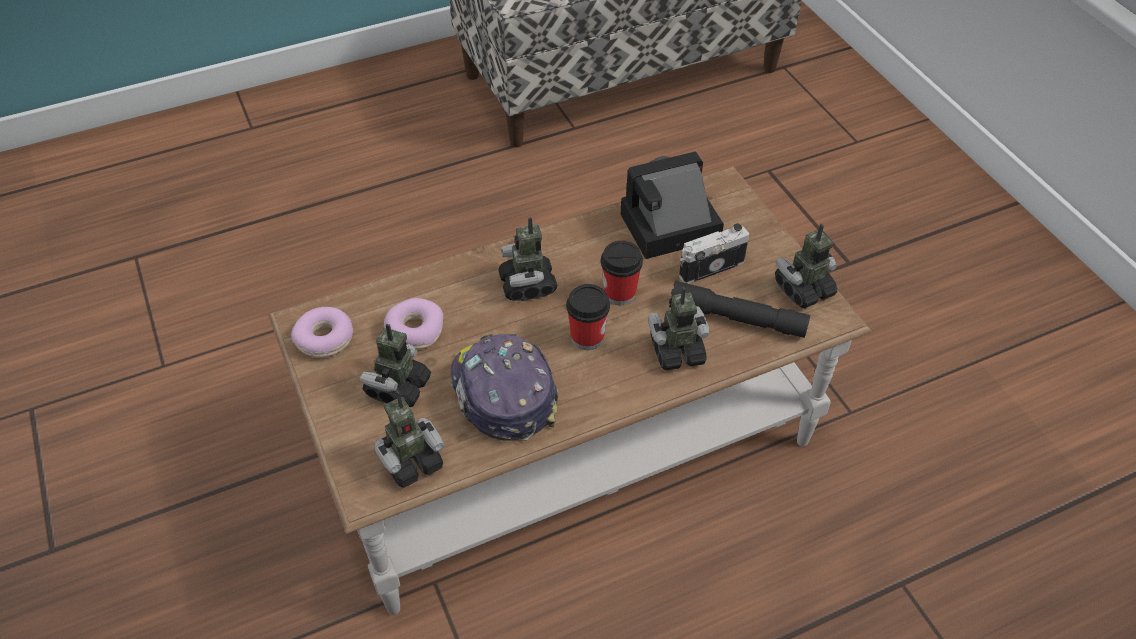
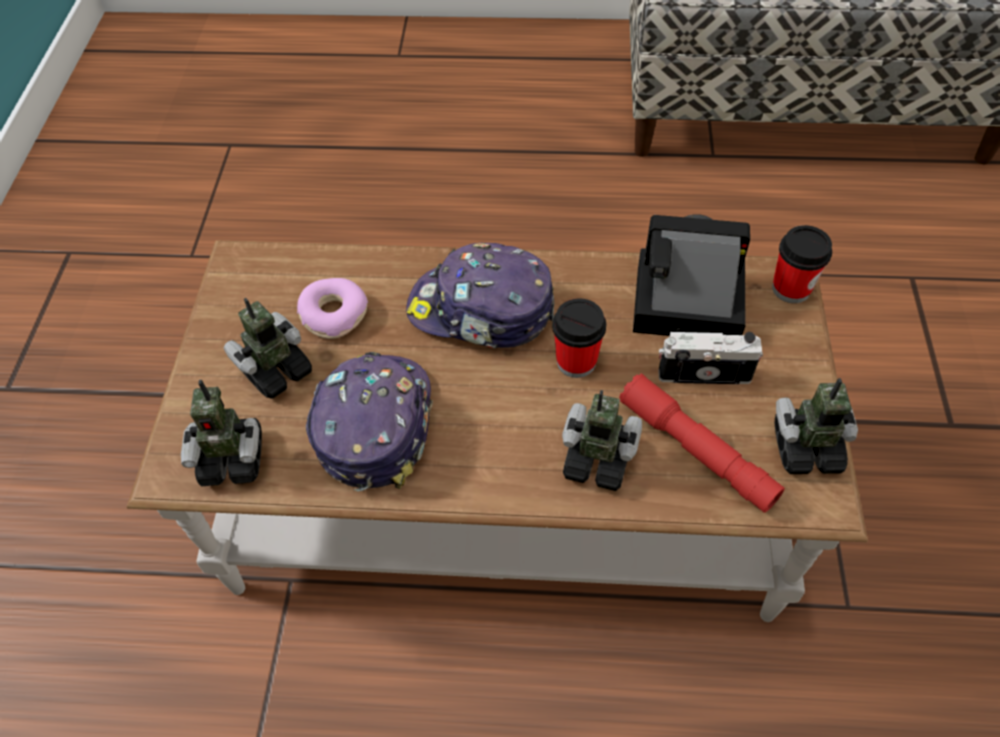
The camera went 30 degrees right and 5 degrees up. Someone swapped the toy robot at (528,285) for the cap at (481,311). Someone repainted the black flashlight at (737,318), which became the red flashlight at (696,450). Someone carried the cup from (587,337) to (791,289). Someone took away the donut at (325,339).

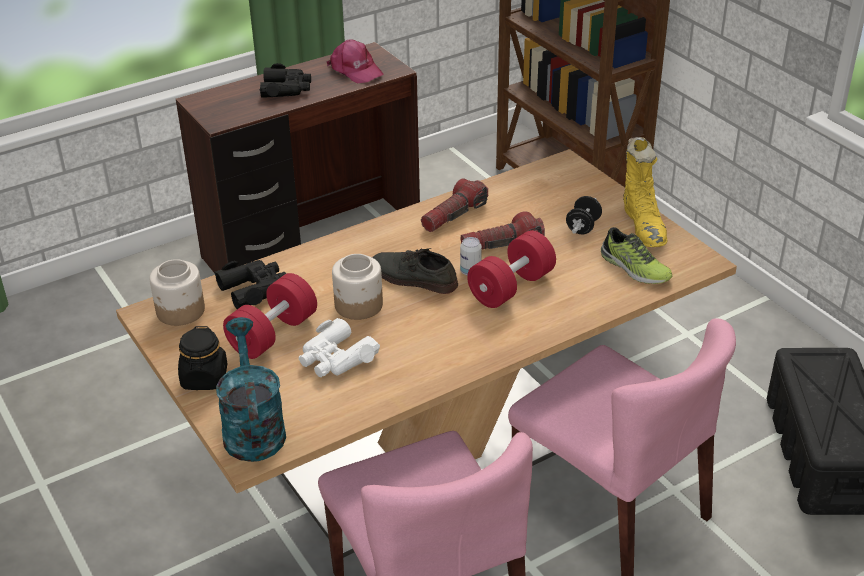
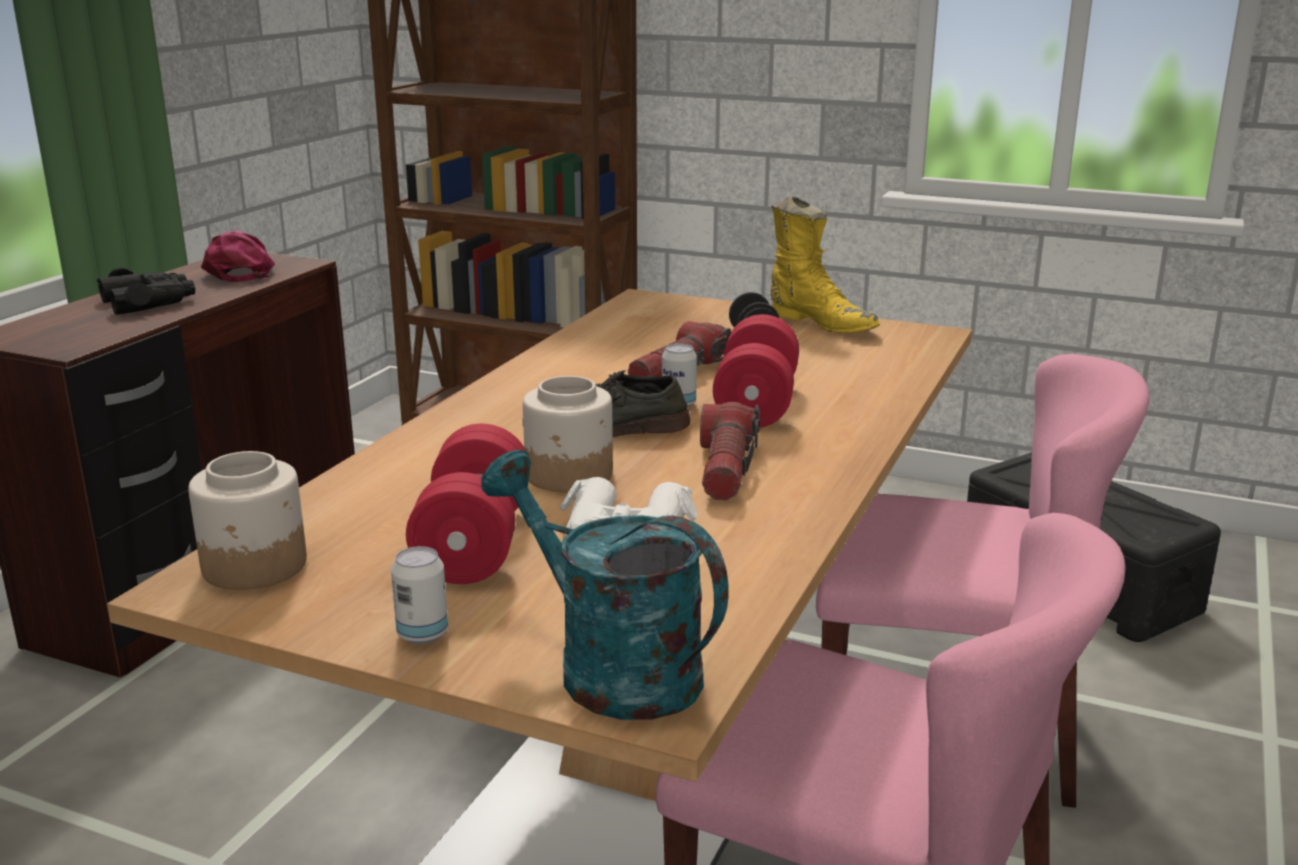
The camera went 35 degrees left and 15 degrees down. Someone rotated the pink cap at (355,70) by 120 degrees counterclockwise. Someone swapped the black jar at (204,378) for the can at (422,634). Someone carried the flashlight from (454,215) to (726,469). Someone took away the black binoculars at (254,289). Someone took away the shoe at (634,268).

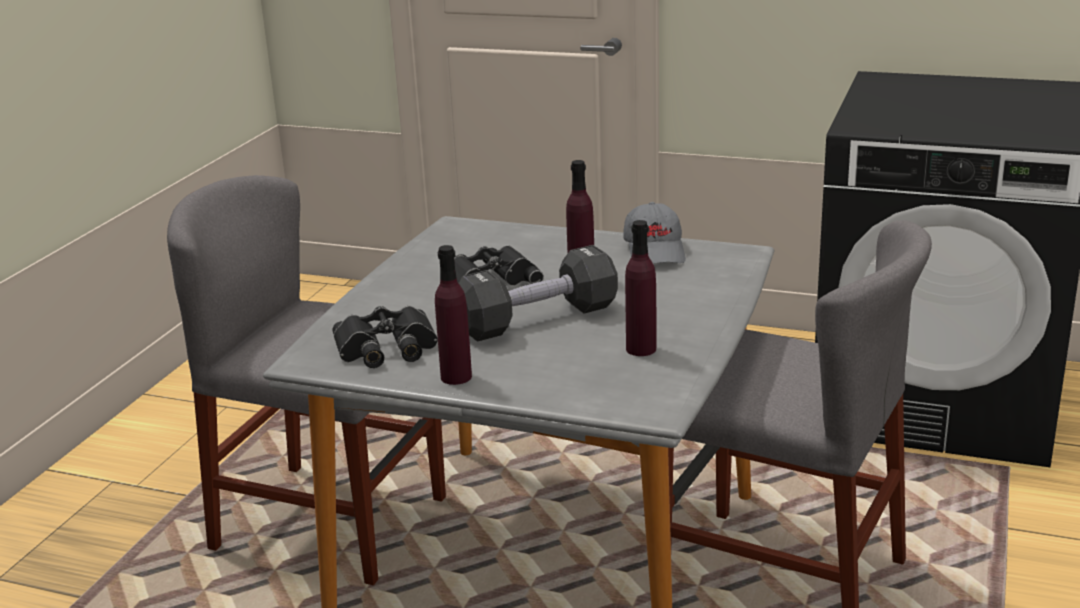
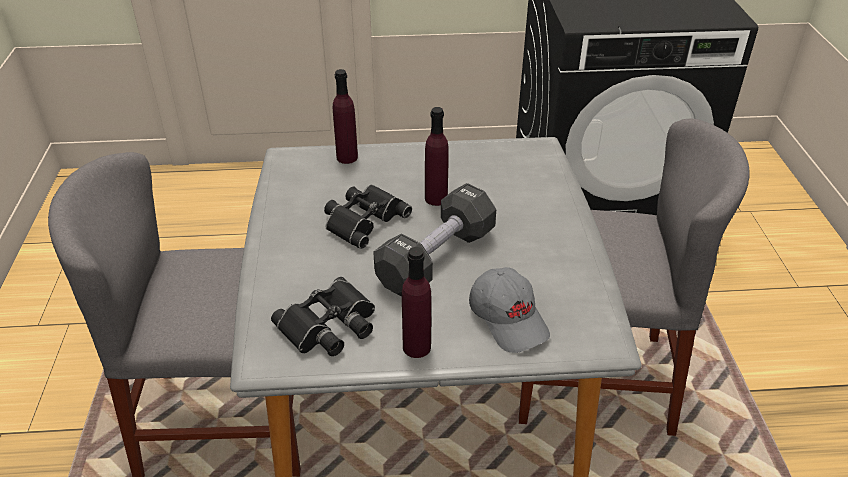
The camera went 25 degrees left and 15 degrees up. Someone carried the purple bottle from (641,349) to (347,157). Someone carried the grey cap from (655,251) to (509,319).

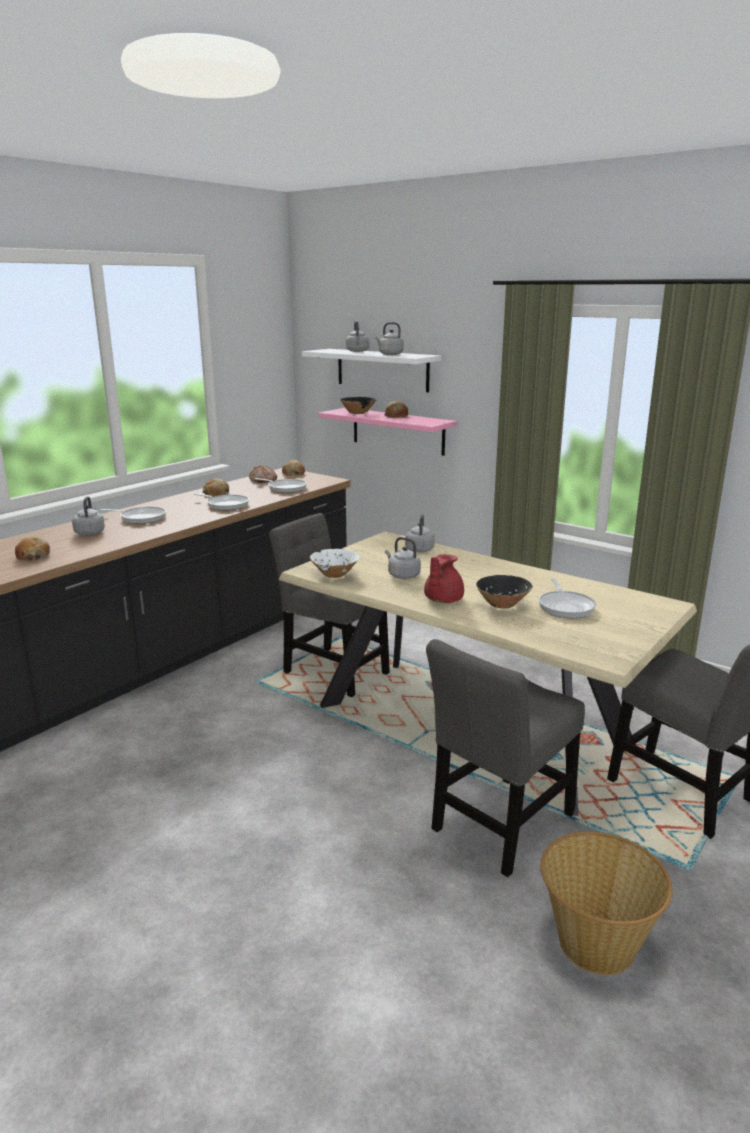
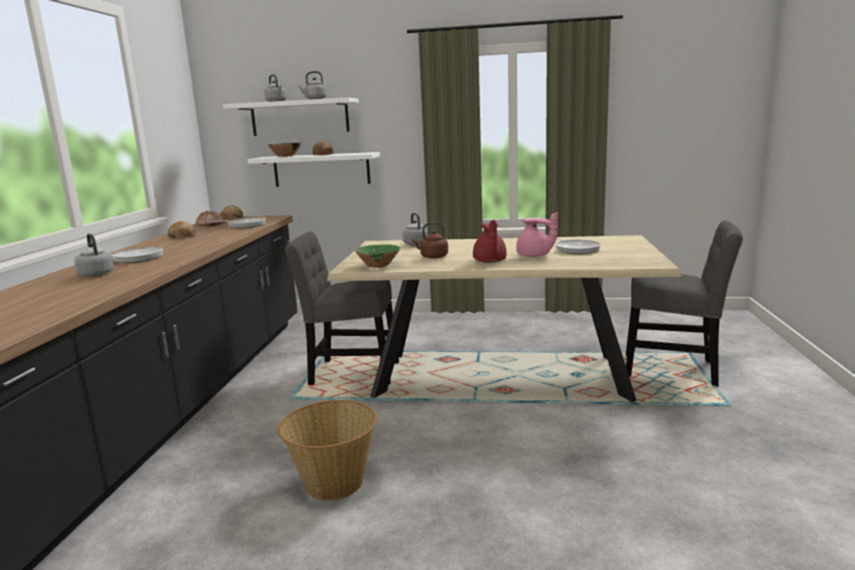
The camera went 30 degrees left and 5 degrees down. Someone repainted the pink shelf at (398,431), which became the white shelf at (321,169). Someone carried the basket from (596,942) to (334,482). Someone repainted the white bowl at (335,574), which became the green bowl at (378,266). Someone repainted the grey kettle at (402,575), which became the brown kettle at (432,257). Someone swapped the black bowl at (502,604) for the pink teapot at (534,256). Someone took away the bread at (33,556). Someone took away the frying pan at (226,505). Someone took away the grey chair at (500,827).

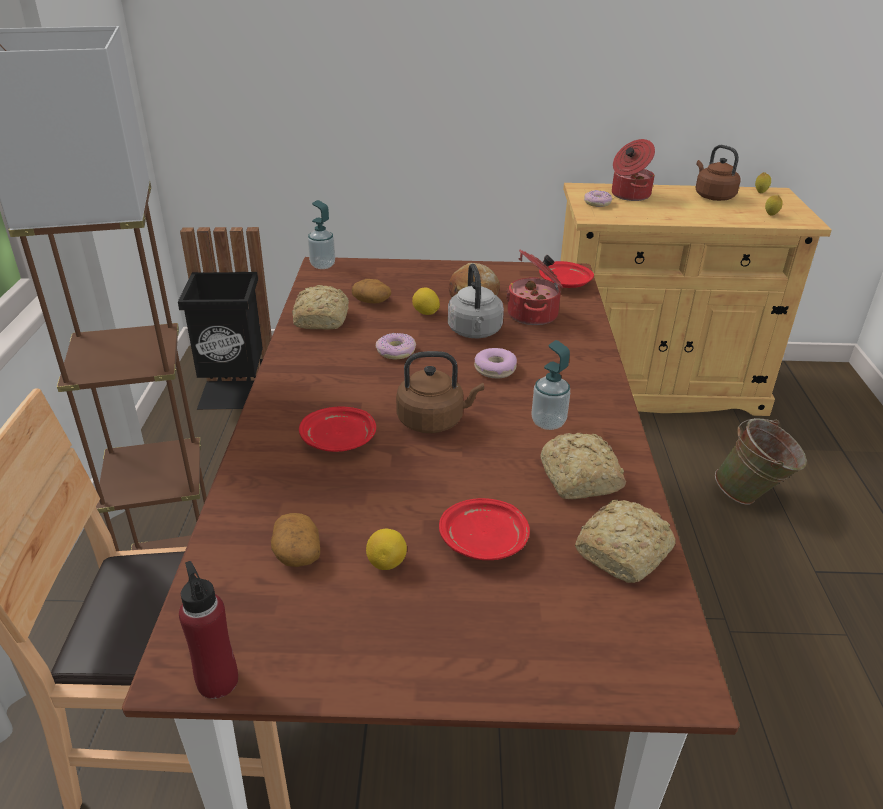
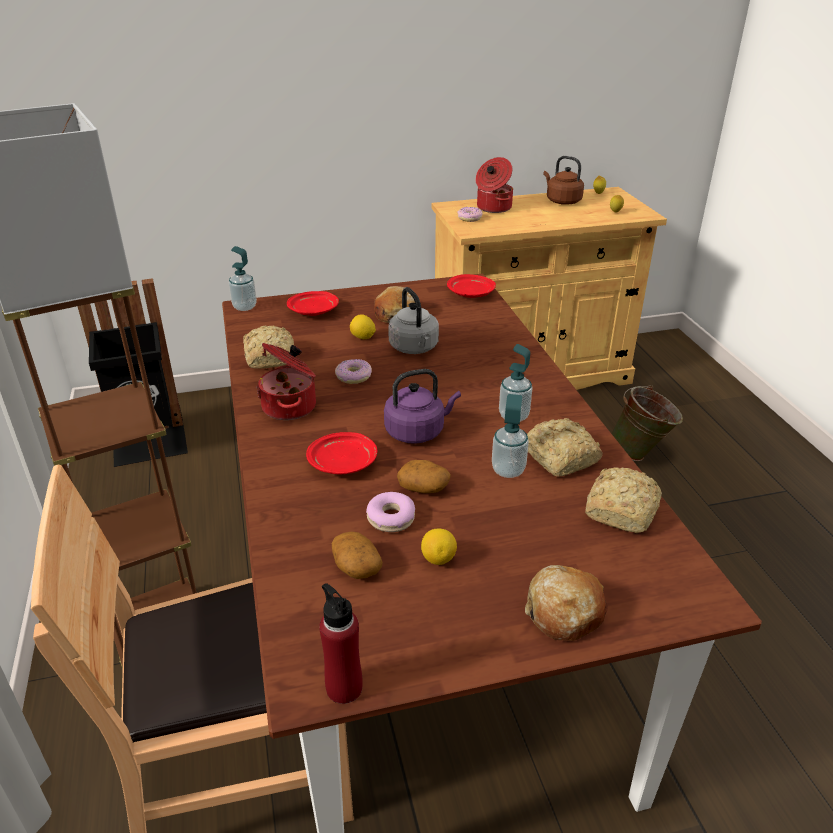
The camera went 15 degrees left and 0 degrees up. Someone carried the cooking pot from (534,315) to (291,406). Someone carried the red plate from (484,541) to (314,311). Someone carried the donut from (495,369) to (391,518). Someone repainted the brown kettle at (434,421), which became the purple kettle at (417,431). Someone carried the potato from (372,301) to (424,487). Someone put down the soap dispenser at (508,470). Someone put down the bread at (564,612).

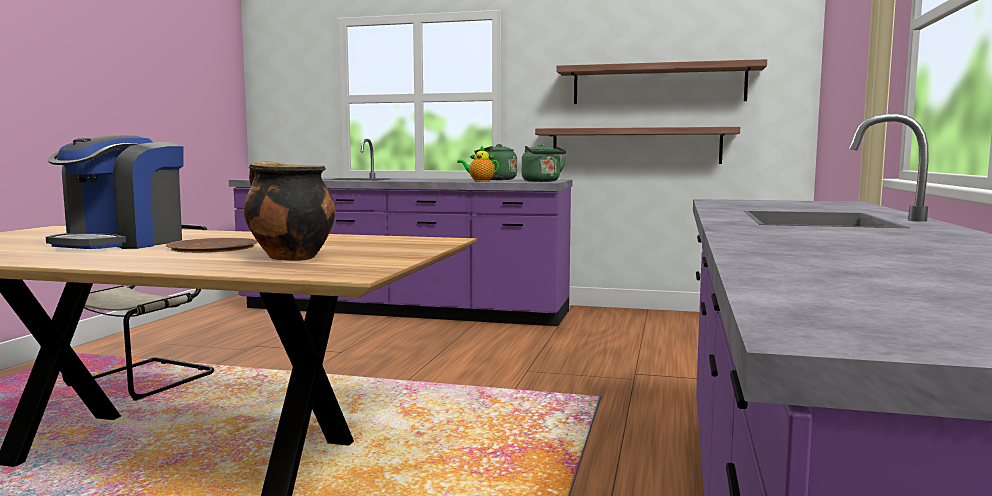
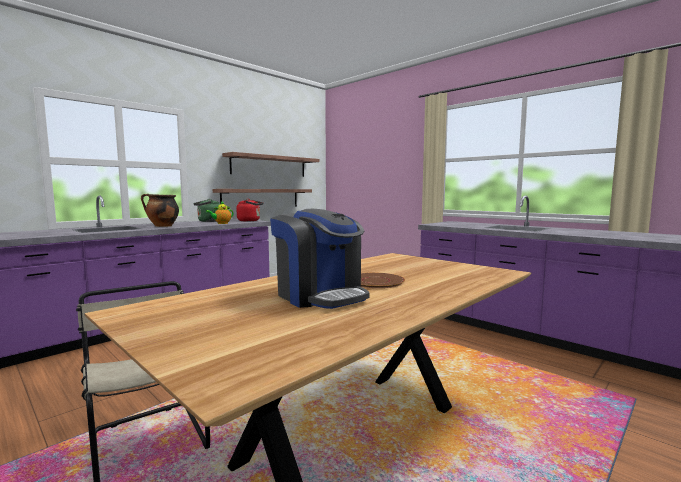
The camera went 60 degrees left and 0 degrees up. Someone carried the cooking pot from (289,258) to (162,226). Someone repainted the green kettle at (542,181), which became the red kettle at (250,221).

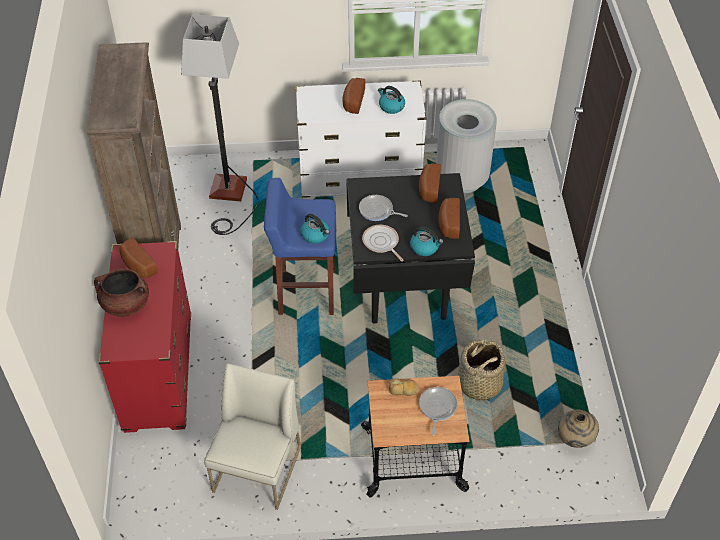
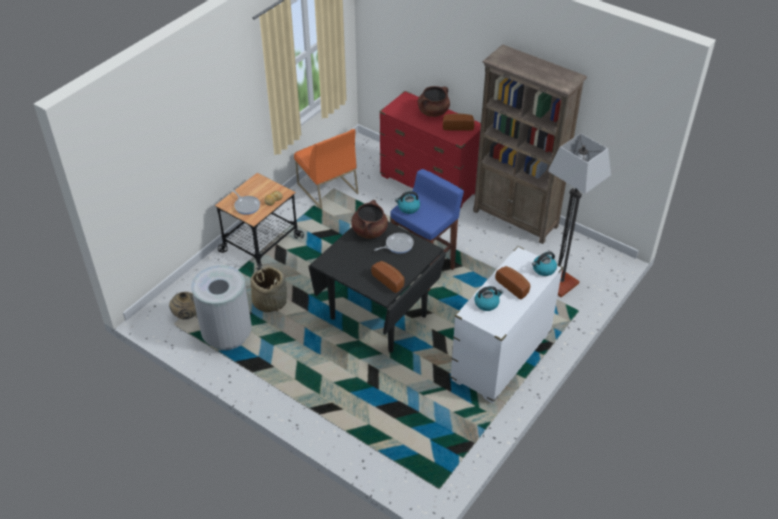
The camera went 130 degrees right and 5 degrees down. Someone carried the grey trash can from (461,178) to (227,335). Someone repainted the white chair at (258,470), which became the orange chair at (326,188). Someone swapped the frying pan at (381,243) for the brown cooking pot at (369,231). Someone carried the kettle from (425,247) to (543,269). Someone took away the bread at (448,224).

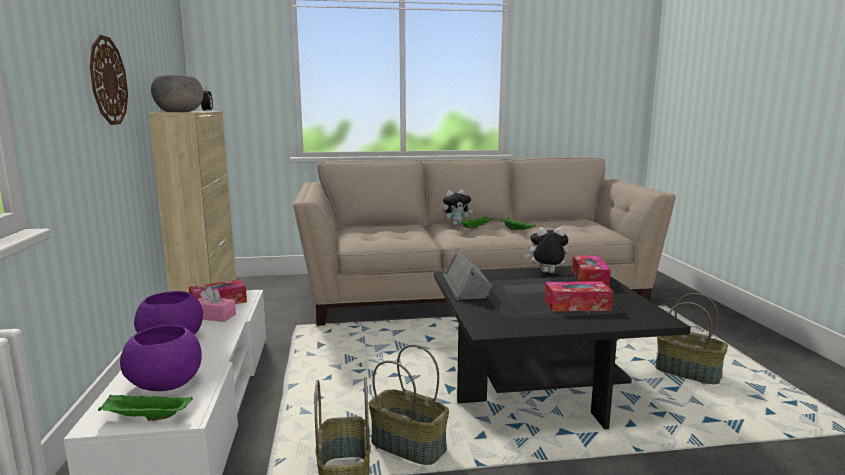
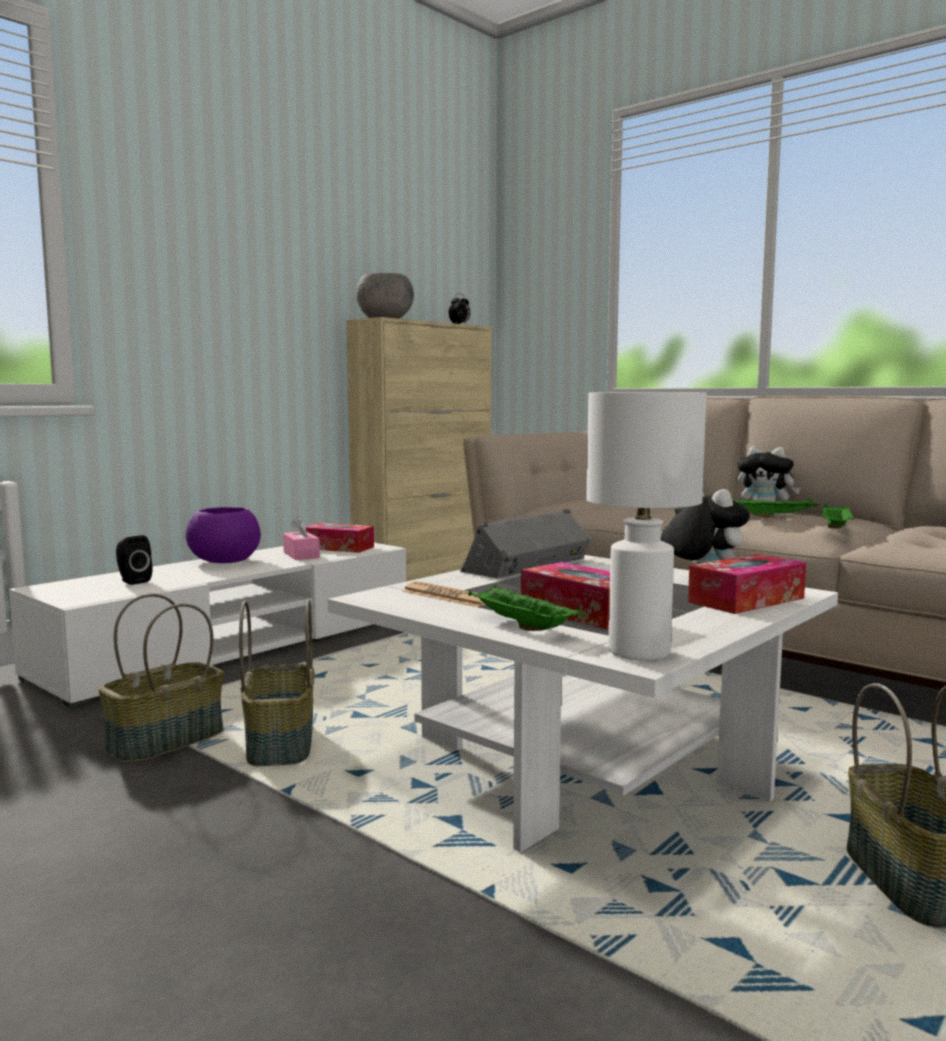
The camera went 50 degrees right and 5 degrees down. Someone swapped the purple bowl at (164,383) for the black speaker at (133,581). Someone repainted the black coffee table at (539,382), which became the white coffee table at (583,768). Someone put down the newspaper at (448,596). Someone carried the green tray from (145,418) to (520,626). Someone put down the white table lamp at (637,652). Someone took away the wall clock at (108,81).

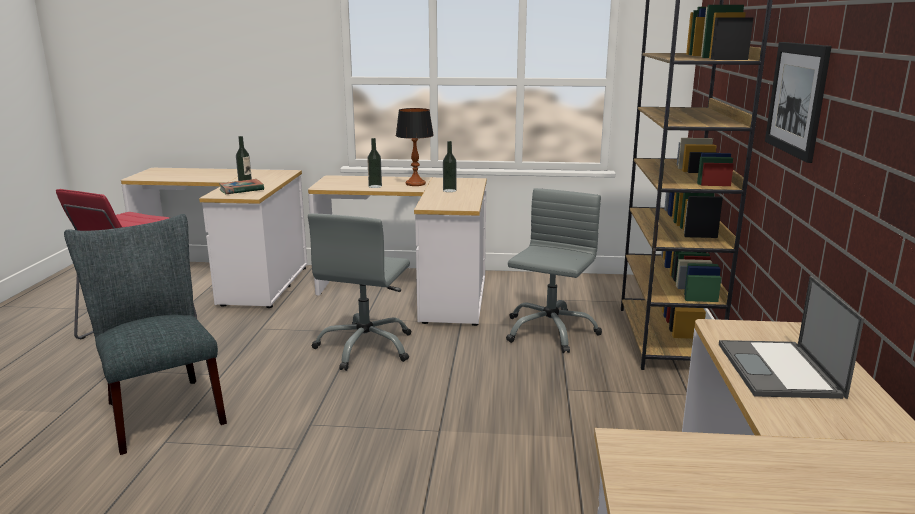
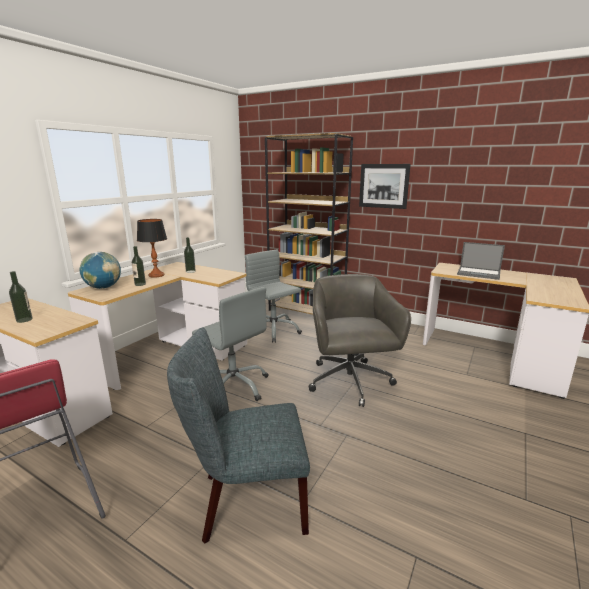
The camera went 65 degrees left and 0 degrees up. Someone put down the globe at (103,288). Someone put down the grey office chair at (350,382). Someone took away the book at (241,190).

